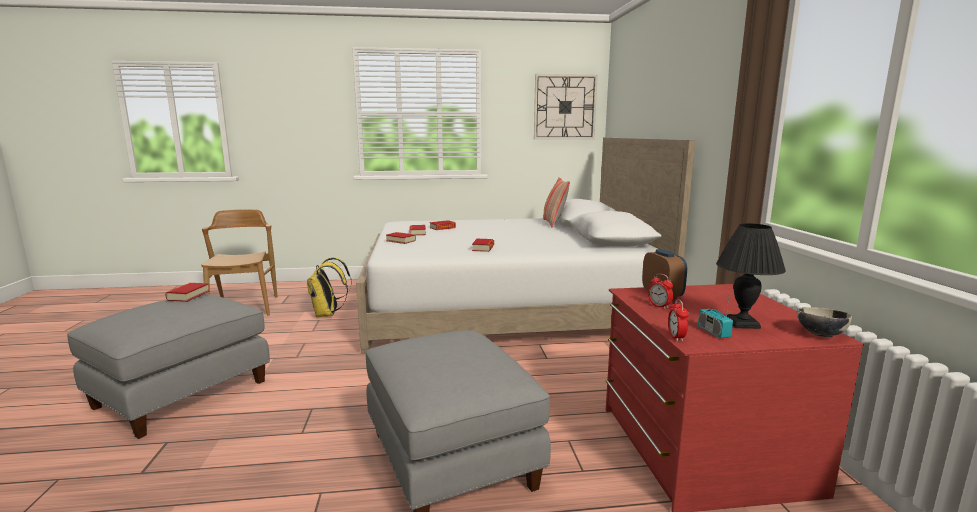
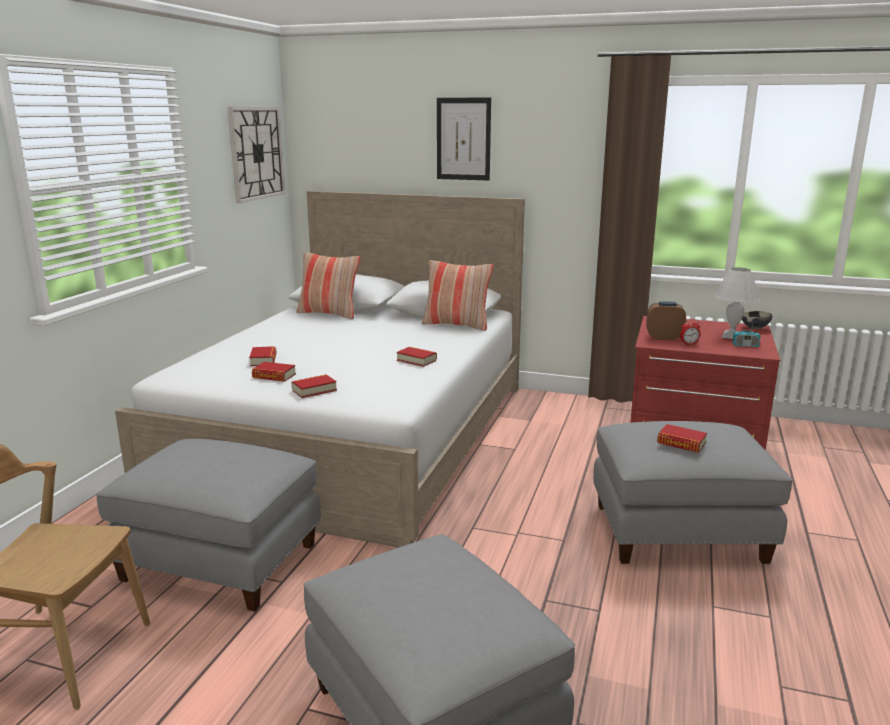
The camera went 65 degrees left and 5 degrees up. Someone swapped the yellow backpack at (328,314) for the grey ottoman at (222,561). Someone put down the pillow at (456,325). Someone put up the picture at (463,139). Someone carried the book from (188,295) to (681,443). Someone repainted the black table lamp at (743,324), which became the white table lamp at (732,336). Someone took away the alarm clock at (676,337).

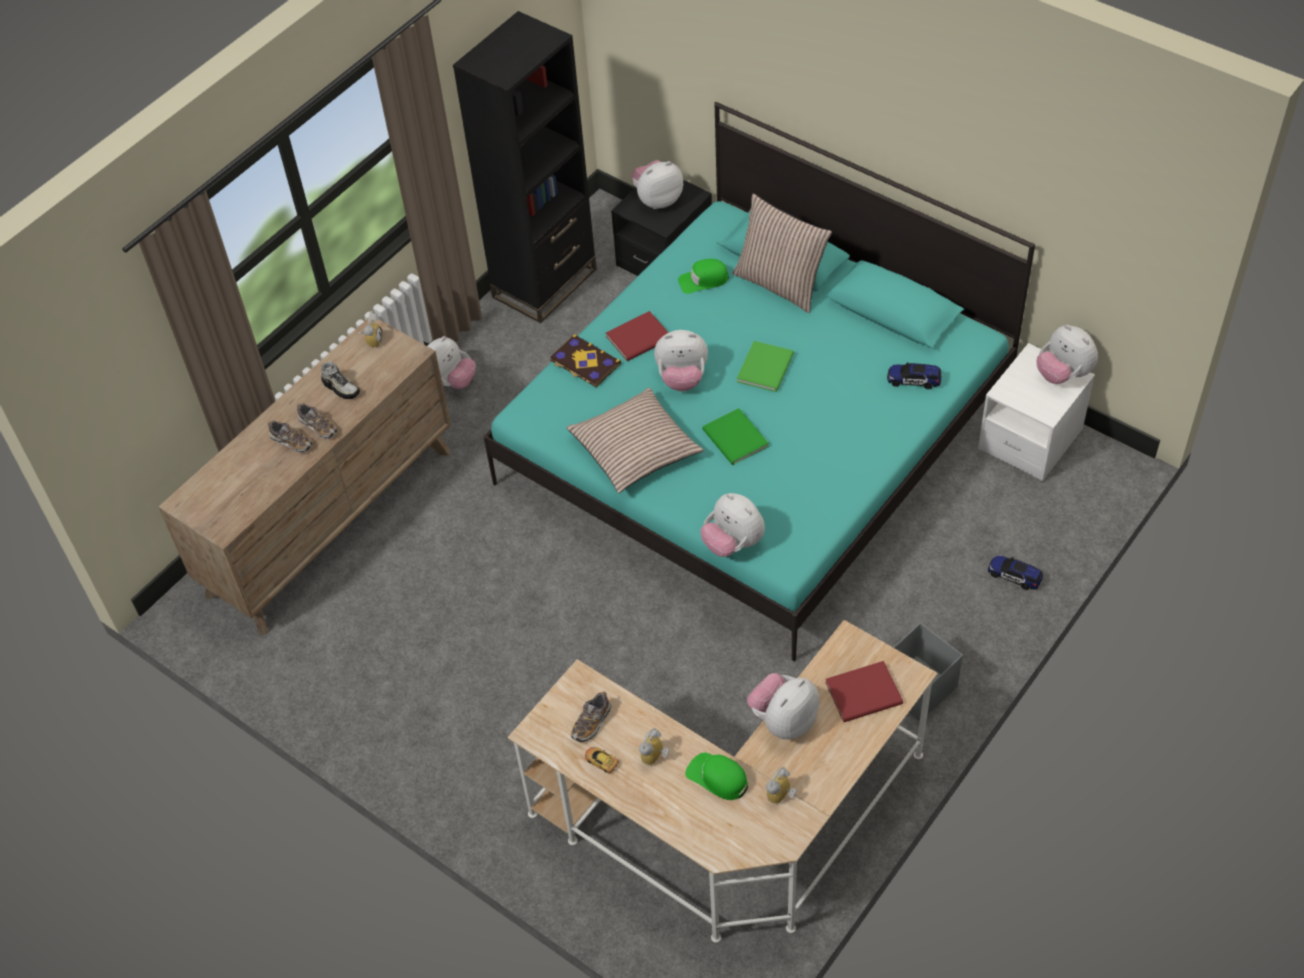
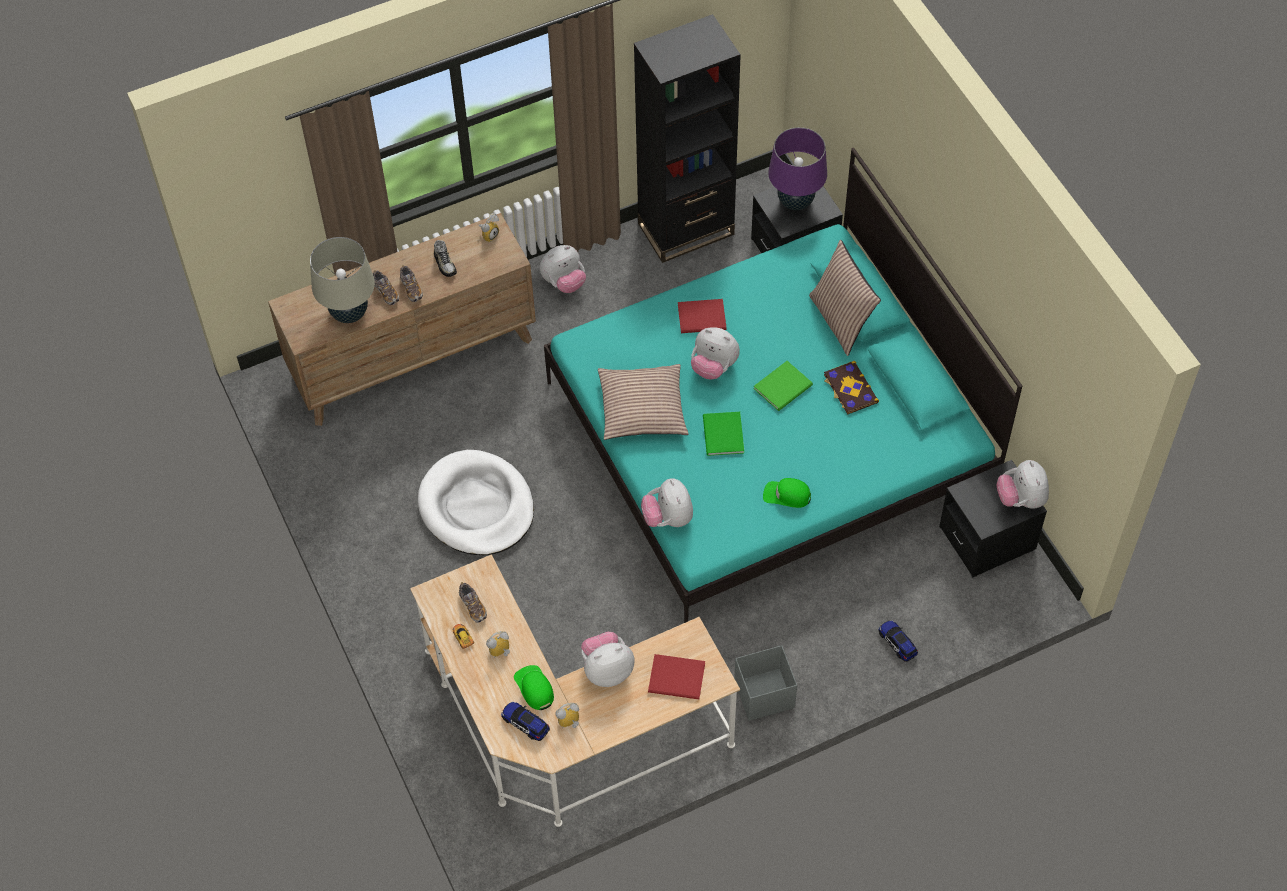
The camera went 25 degrees right and 5 degrees up. Someone put down the beige table lamp at (349,313). Someone put down the white dog bed at (476,507). Someone rotated the shoe at (591,723) by 90 degrees counterclockwise. Someone carried the toy car from (913,380) to (525,724). Someone carried the green cap from (703,280) to (787,495). Someone swapped the plush toy at (657,200) for the purple table lamp at (795,201). Someone carried the book from (584,363) to (850,389). Someone repainted the white nightstand at (1030,439), which became the black nightstand at (987,538).

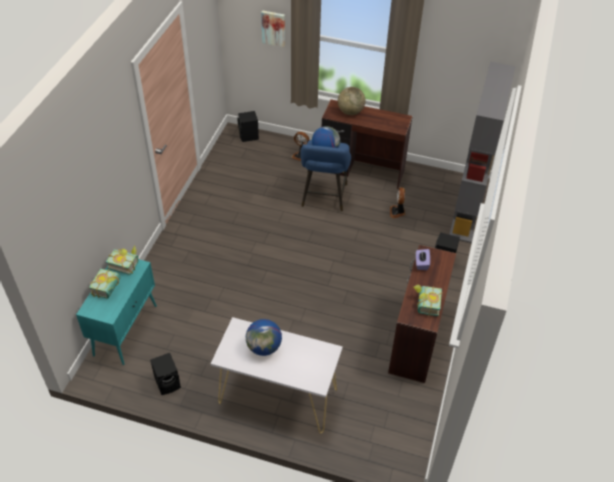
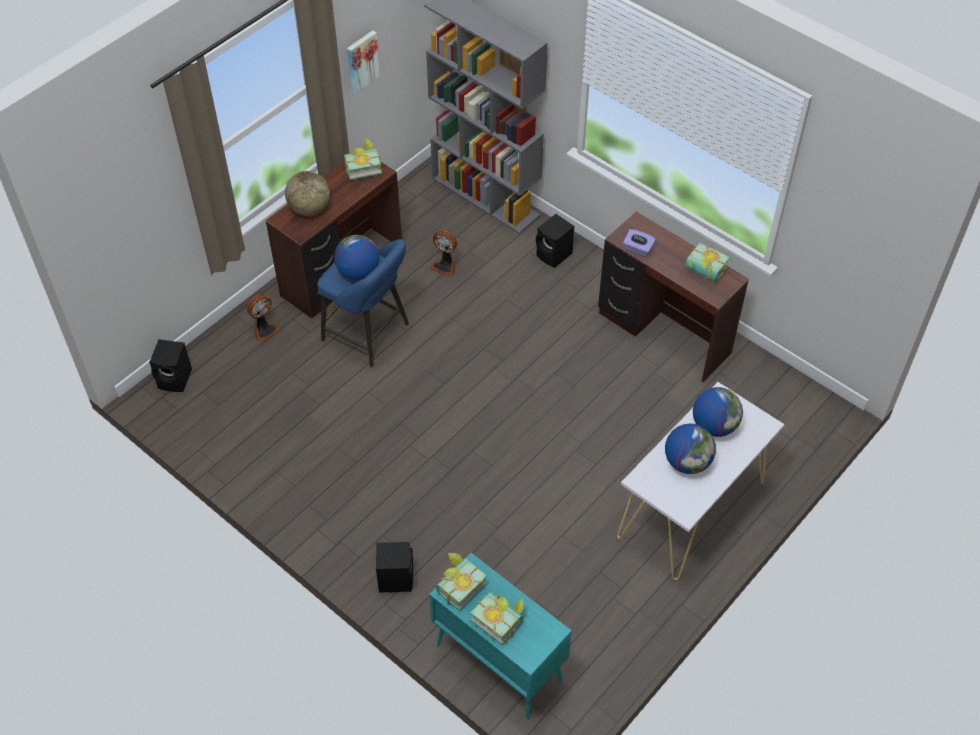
The camera went 65 degrees left and 5 degrees up. Someone put down the book at (362,167). Someone carried the picture from (273,28) to (362,61). Someone carried the black speaker from (168,383) to (396,577). Someone put down the globe at (714,425).

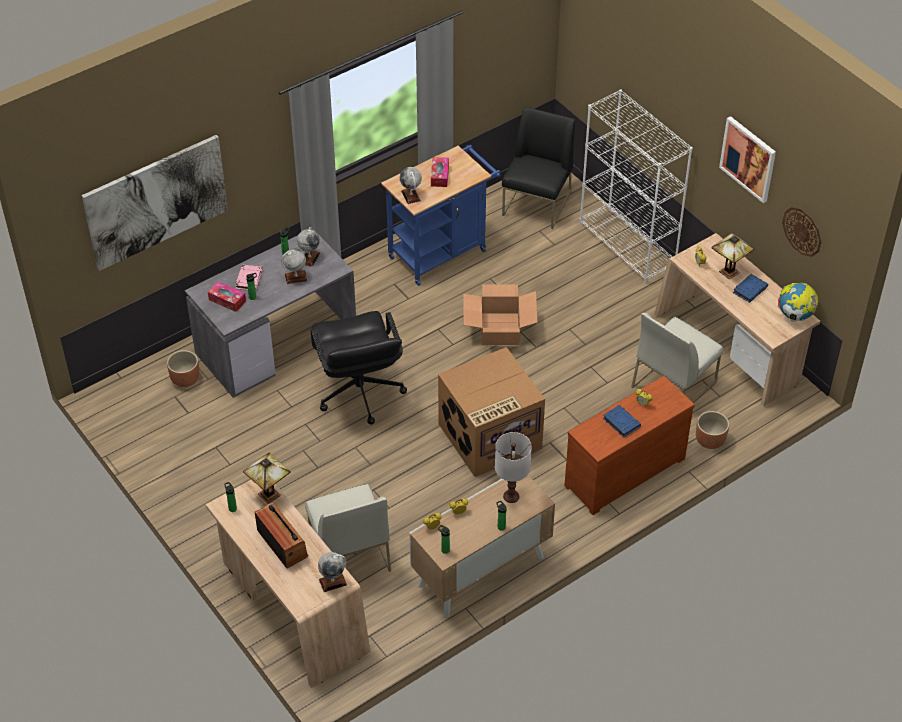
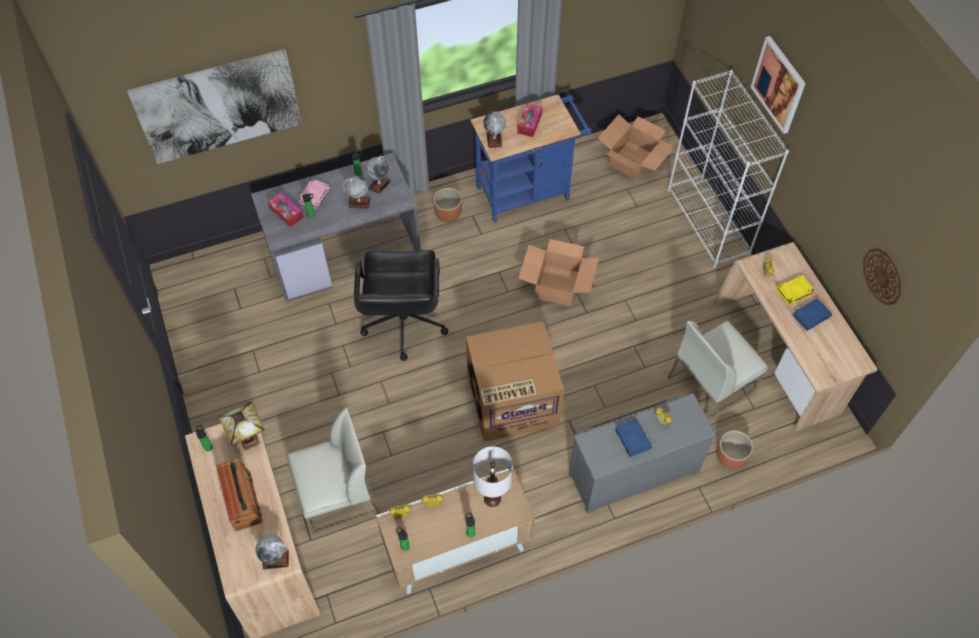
The camera went 15 degrees right and 10 degrees up. Someone rotated the white chair at (349,553) by 105 degrees counterclockwise. Someone carried the brown planter from (185,379) to (448,214). Someone repainted the brown dresser at (622,470), which became the grey dresser at (632,469). Someone swapped the black chair at (537,204) for the cardboard box at (633,160). Someone carried the picture from (748,158) to (779,84). Someone swapped the table lamp at (729,273) for the yellow book at (794,291). Someone took away the globe at (795,315).

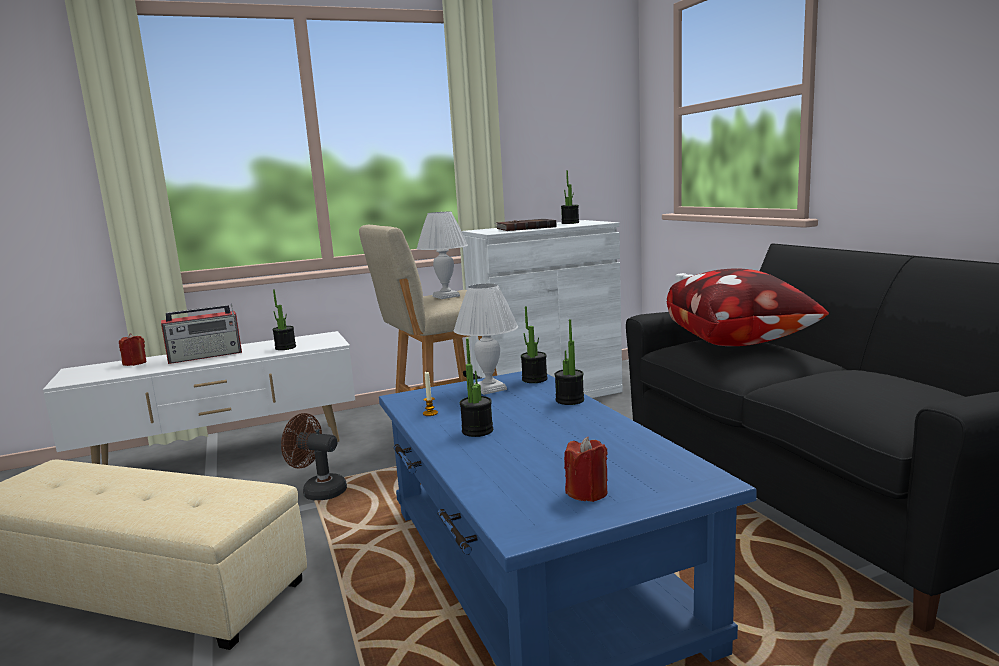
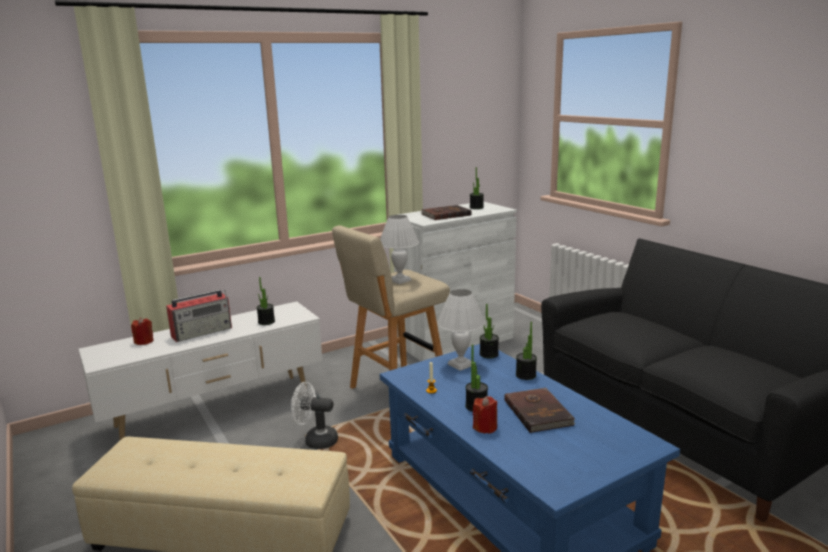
The camera went 10 degrees left and 5 degrees up. Someone repainted the brown fan at (318,491), which became the white fan at (316,440). Someone carried the red candle from (587,492) to (485,427). Someone put down the brown book at (538,412). Someone took away the pillow at (738,342).

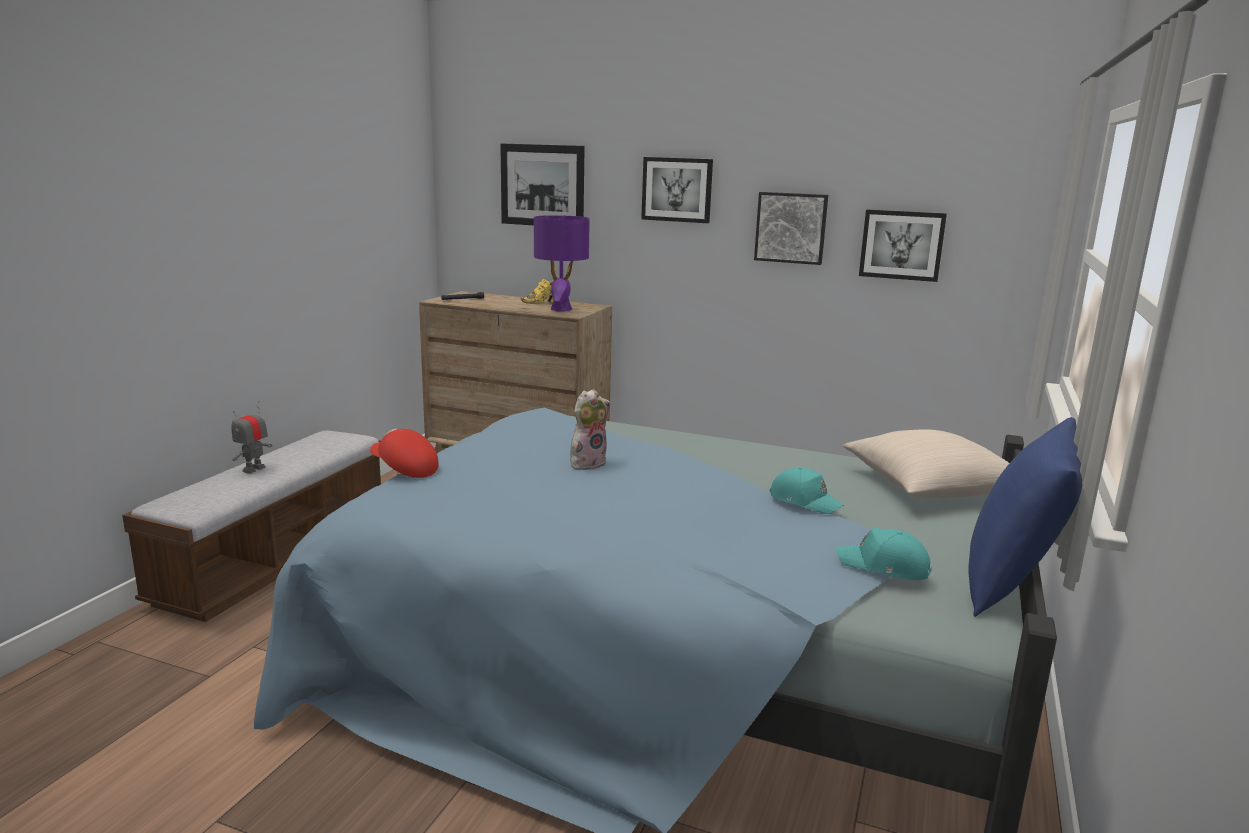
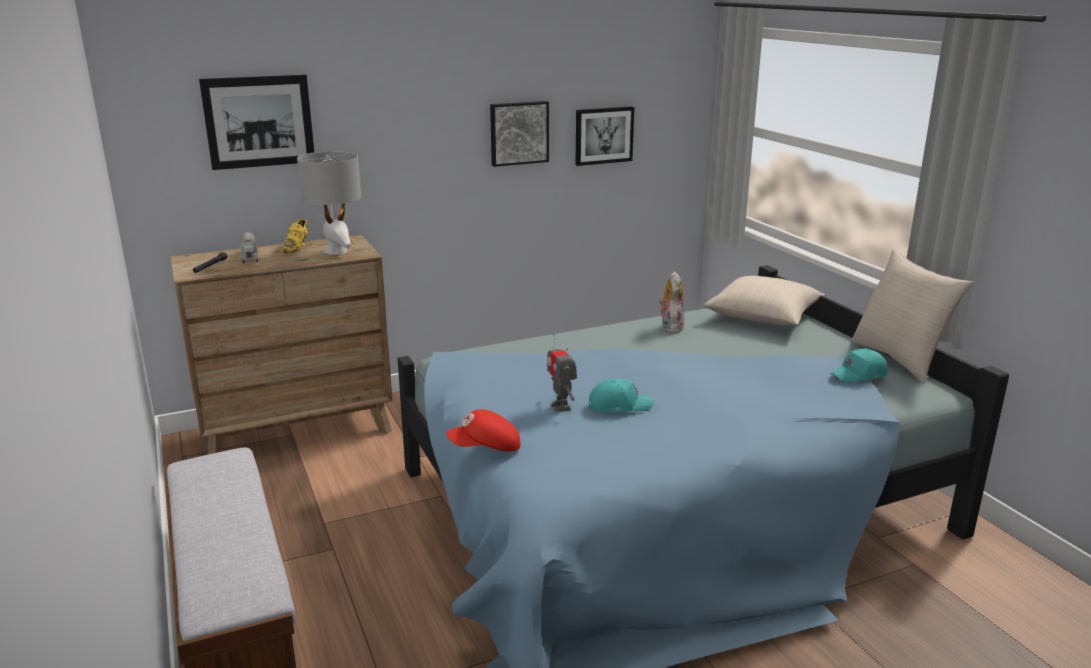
The camera went 45 degrees left and 5 degrees up. Someone put down the toy truck at (250,257). Someone repainted the purple table lamp at (561,309), which became the grey table lamp at (336,251). Someone carried the toy robot from (253,469) to (561,406). Someone carried the turquoise cap from (805,501) to (619,405). Someone carried the plush toy from (588,463) to (670,327). Someone repainted the blue pillow at (1011,584), which became the beige pillow at (899,359). Someone took away the picture at (677,189).

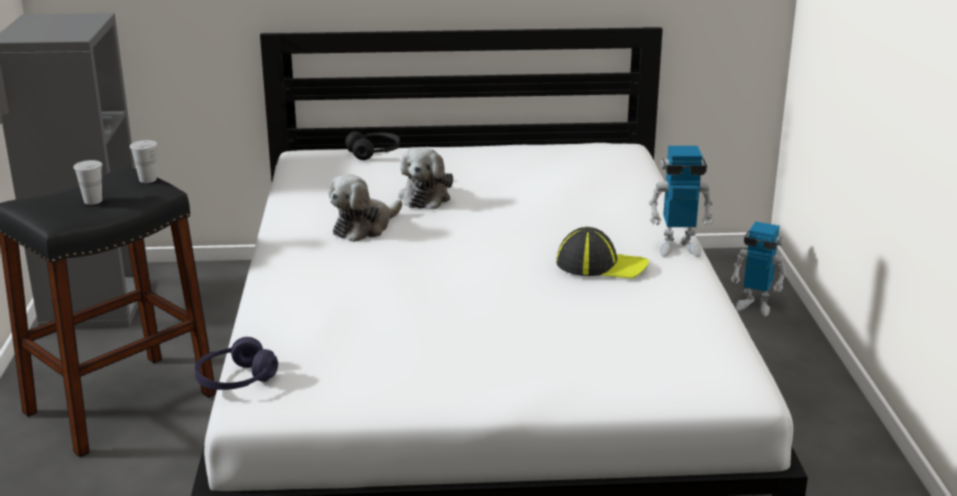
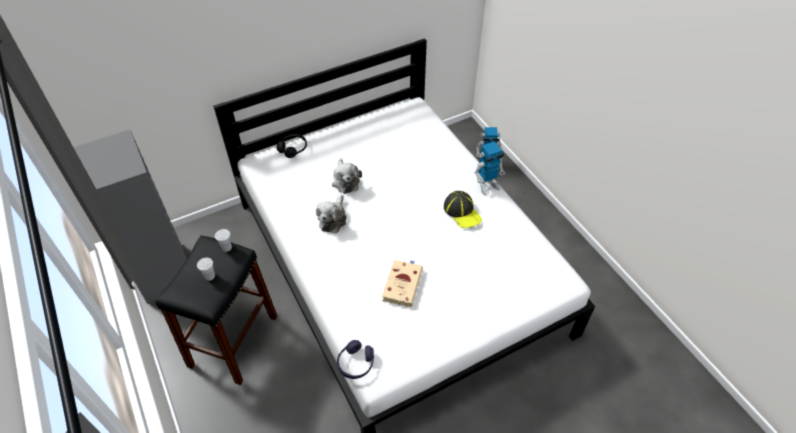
The camera went 25 degrees left and 25 degrees up. Someone put down the beige book at (402,284). Someone rotated the cap at (601,265) by 75 degrees clockwise.

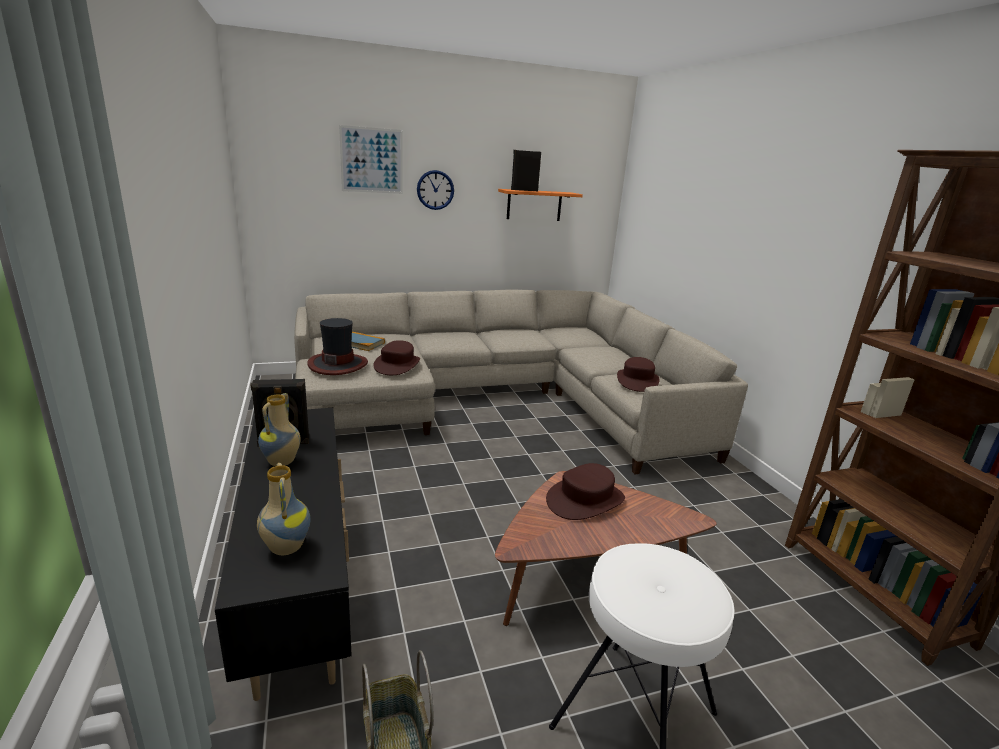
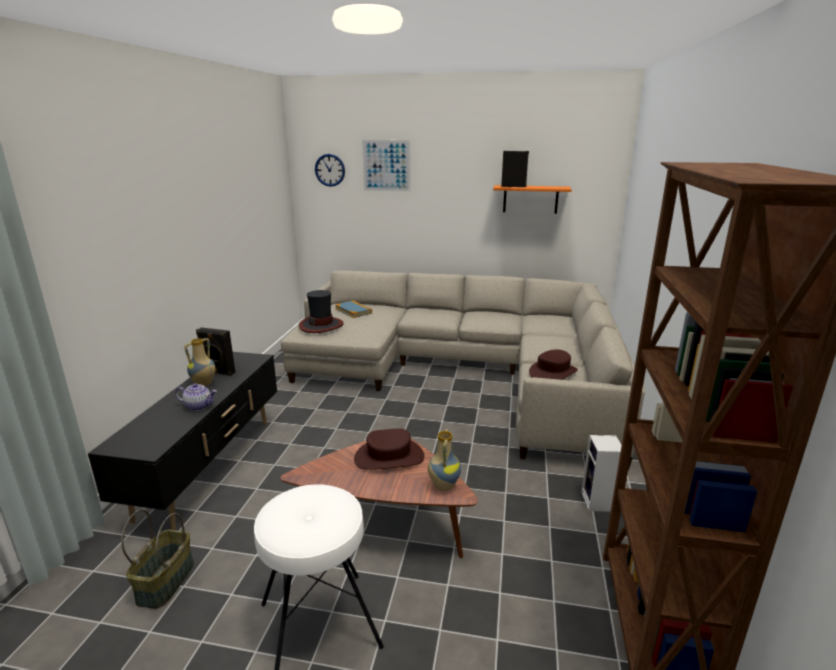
The camera went 30 degrees right and 0 degrees up. Someone put down the teapot at (199,406). Someone carried the wall clock from (435,190) to (330,170). Someone carried the vase from (285,548) to (443,486). Someone put down the speaker at (599,502). Someone took away the brown hat at (397,365).

